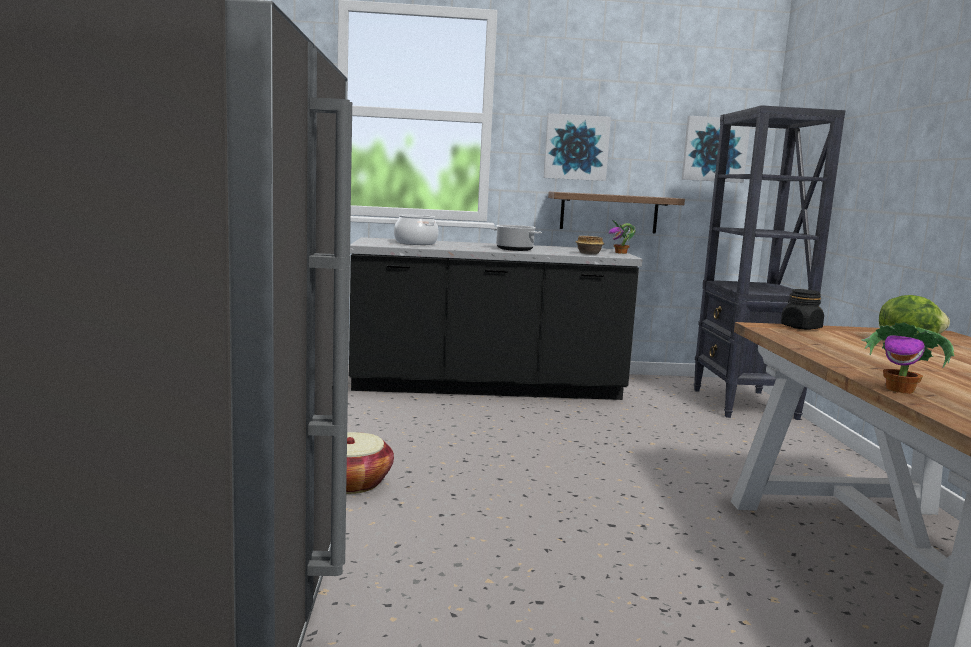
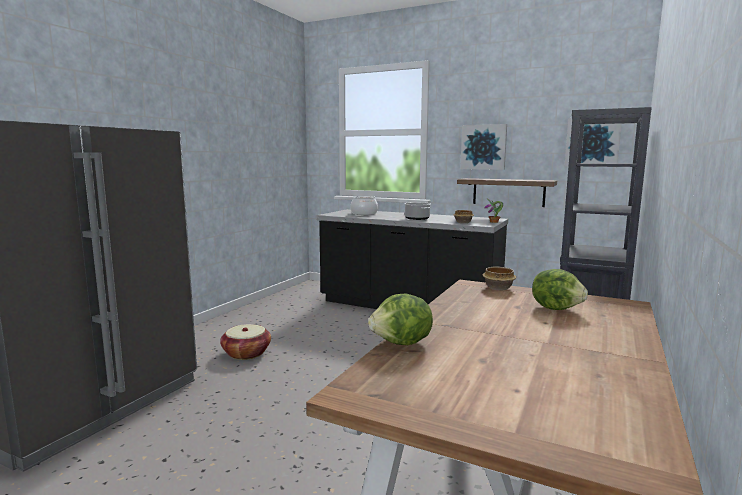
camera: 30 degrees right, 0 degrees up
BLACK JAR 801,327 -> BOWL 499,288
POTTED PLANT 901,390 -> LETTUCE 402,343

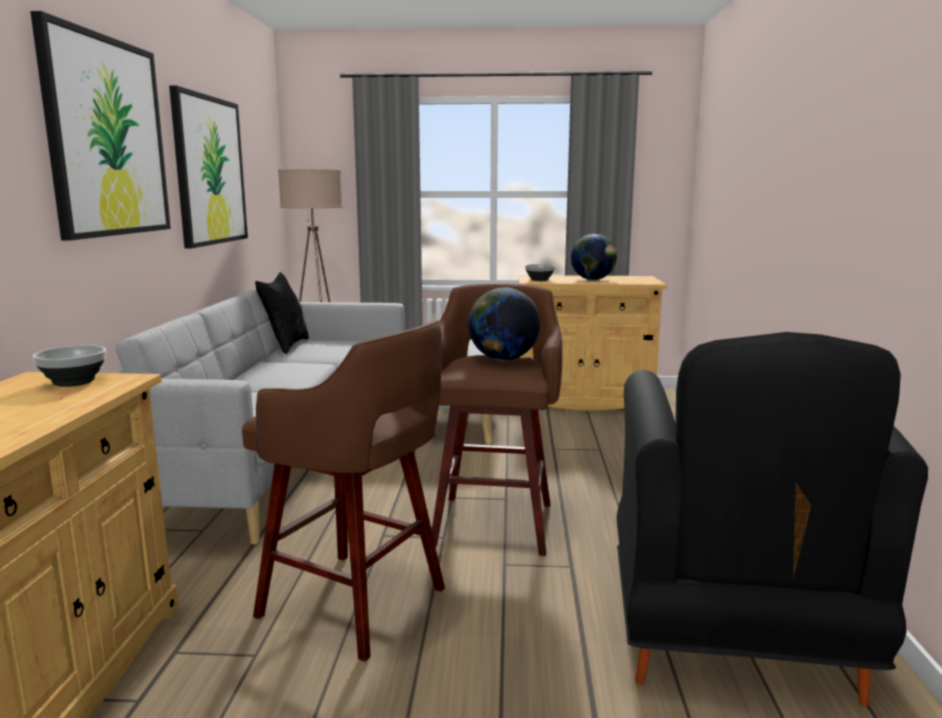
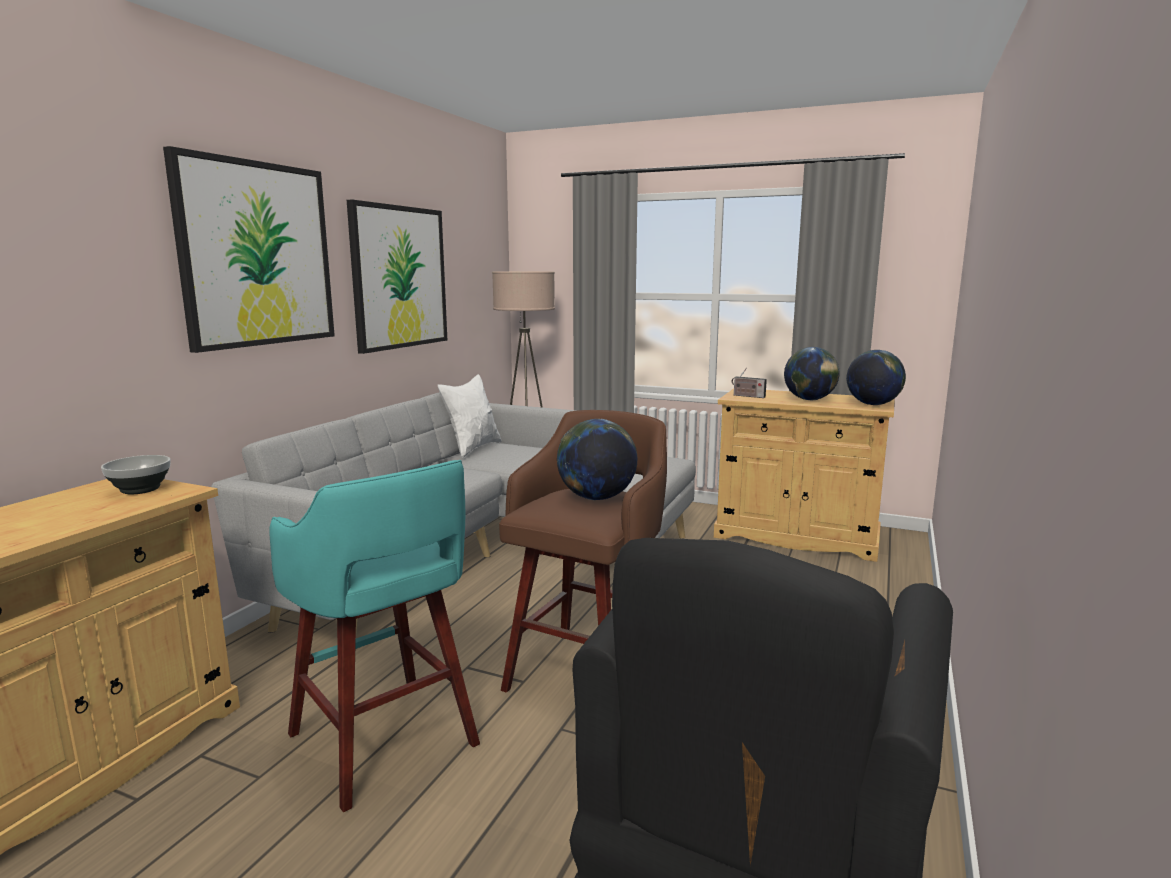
camera: 20 degrees right, 0 degrees up
none -> GLOBE 873,404
BOWL 540,280 -> RADIO 747,396
BROWN STOOL 357,604 -> TURQUOISE STOOL 385,743
BLACK PILLOW 285,346 -> WHITE PILLOW 472,448

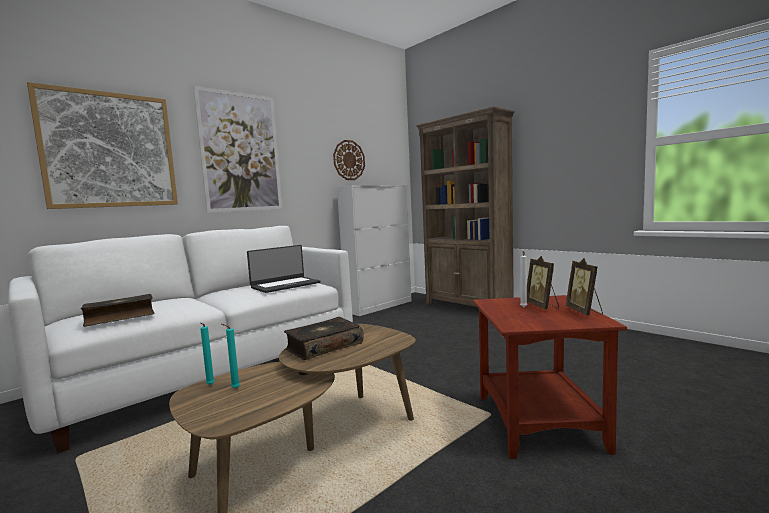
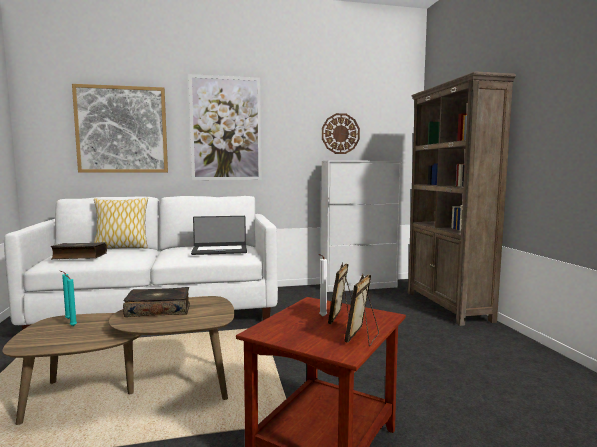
camera: 30 degrees right, 0 degrees up
none -> PILLOW 121,248

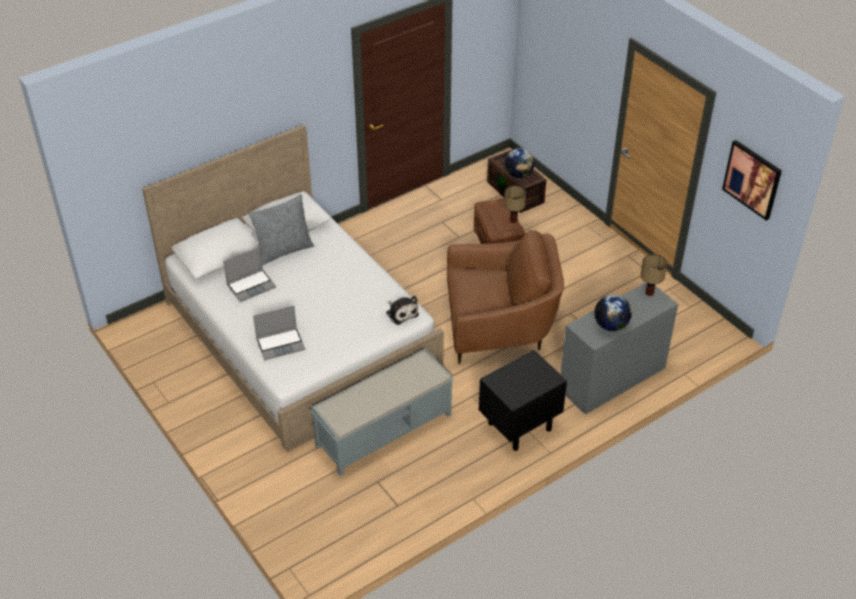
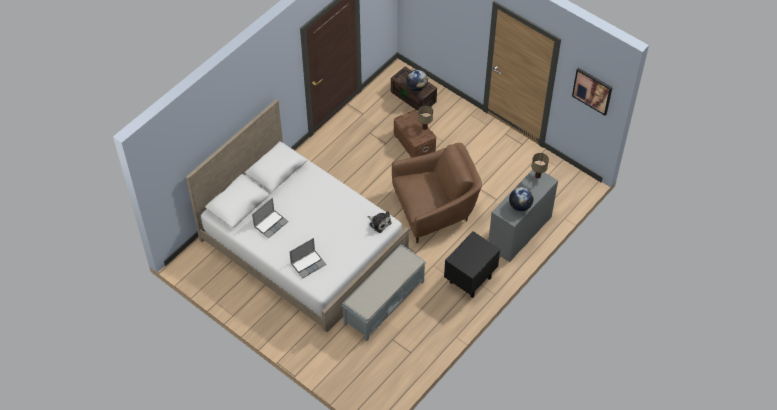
camera: 15 degrees left, 10 degrees up
GREY PILLOW 283,250 -> none

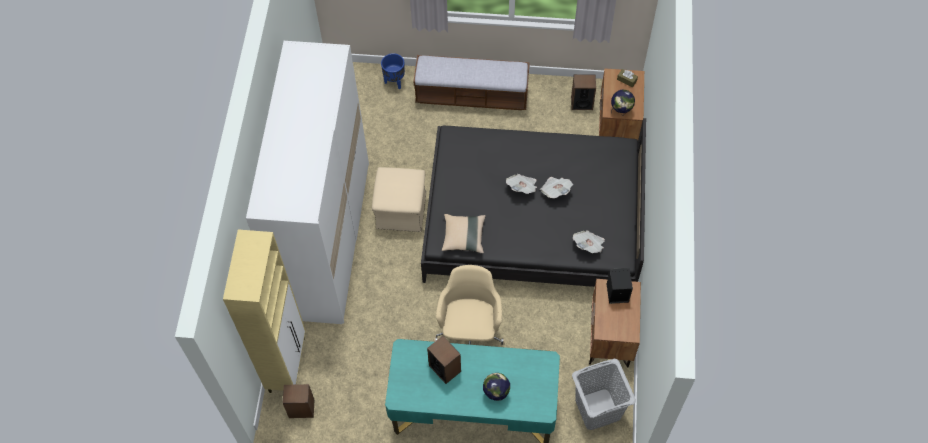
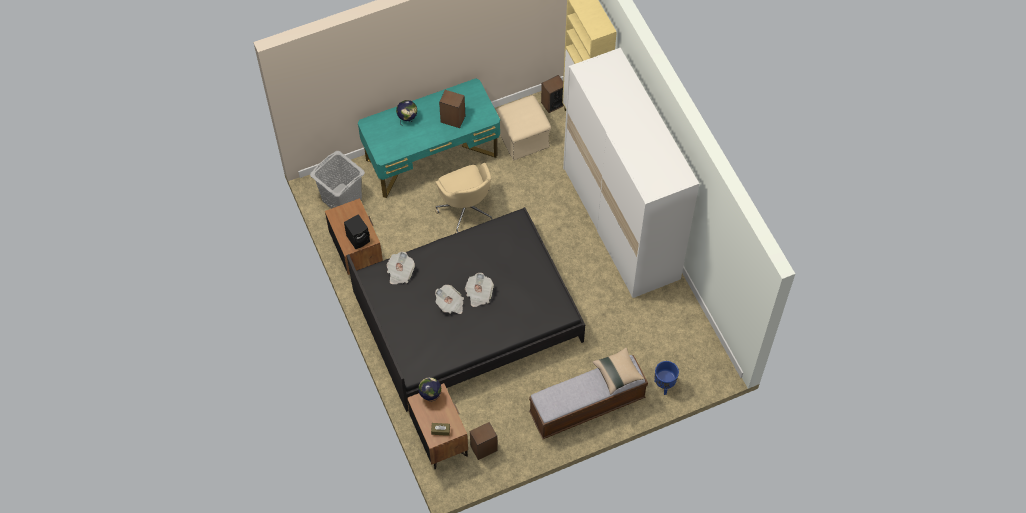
camera: 150 degrees right, 0 degrees up
BEIGE OTTOMAN 401,211 -> BEIGE OTTOMAN 523,138, relocated
BEIGE PILLOW 463,237 -> BEIGE PILLOW 617,374, relocated

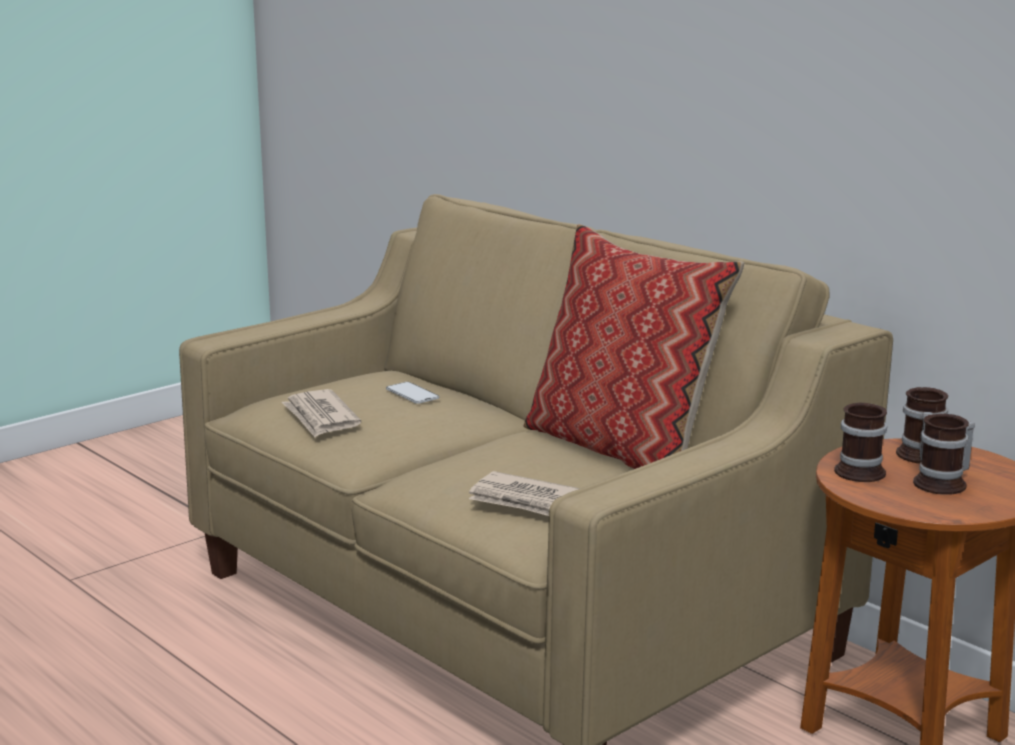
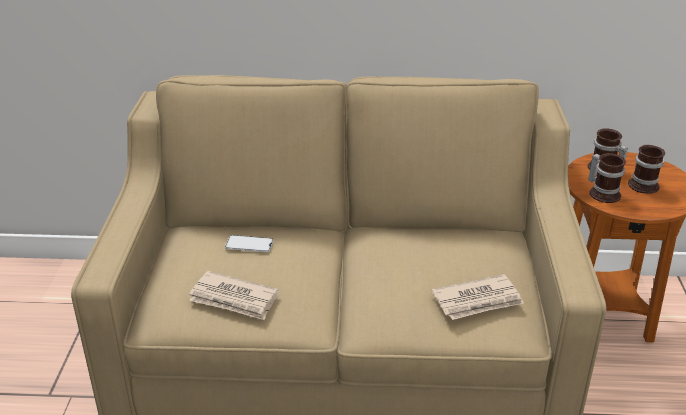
camera: 45 degrees left, 15 degrees up
PILLOW 623,449 -> none

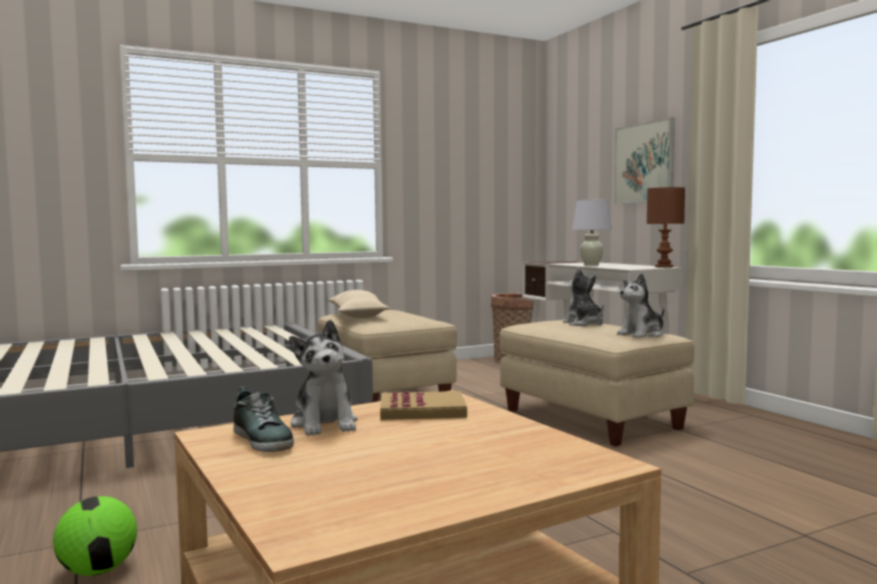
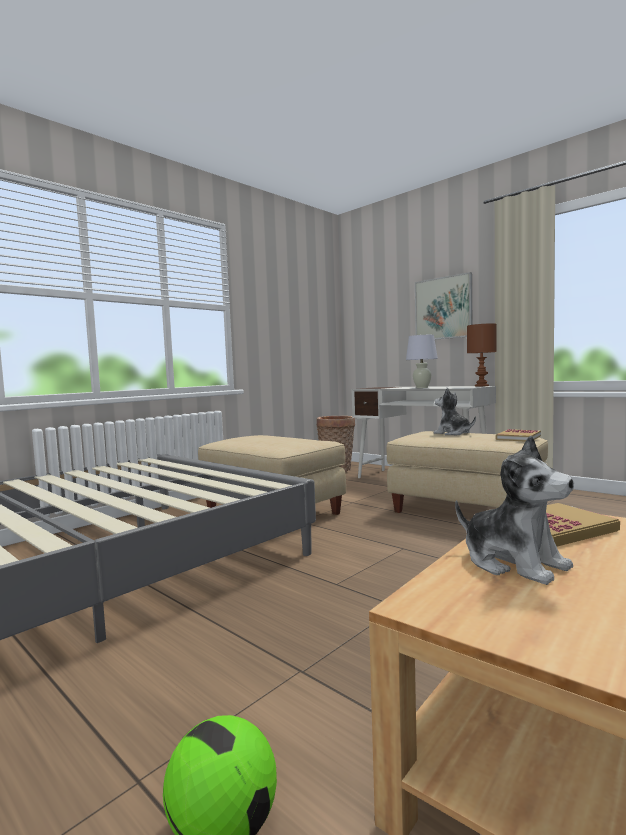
camera: 20 degrees left, 0 degrees up
SHOE 263,439 -> none
BEIGE PILLOW 356,315 -> none
PLUSH TOY 642,334 -> BOOK 518,437

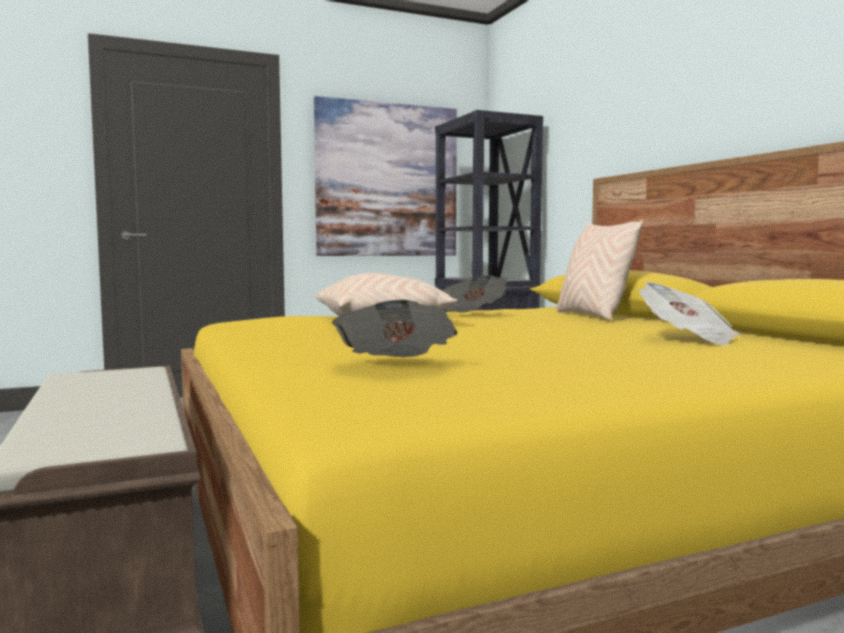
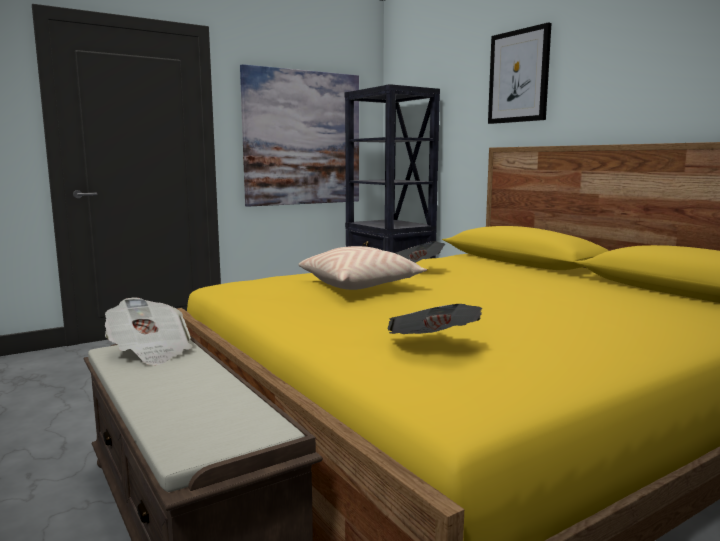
camera: 10 degrees left, 5 degrees up
BEIGE PILLOW 593,316 -> none
none -> PICTURE 519,76
NEWSPAPER 688,339 -> NEWSPAPER 150,352, relocated

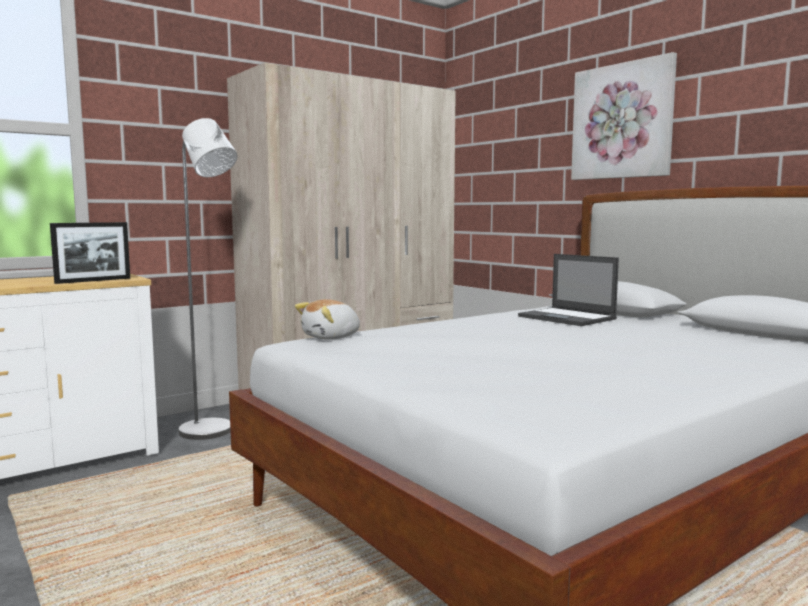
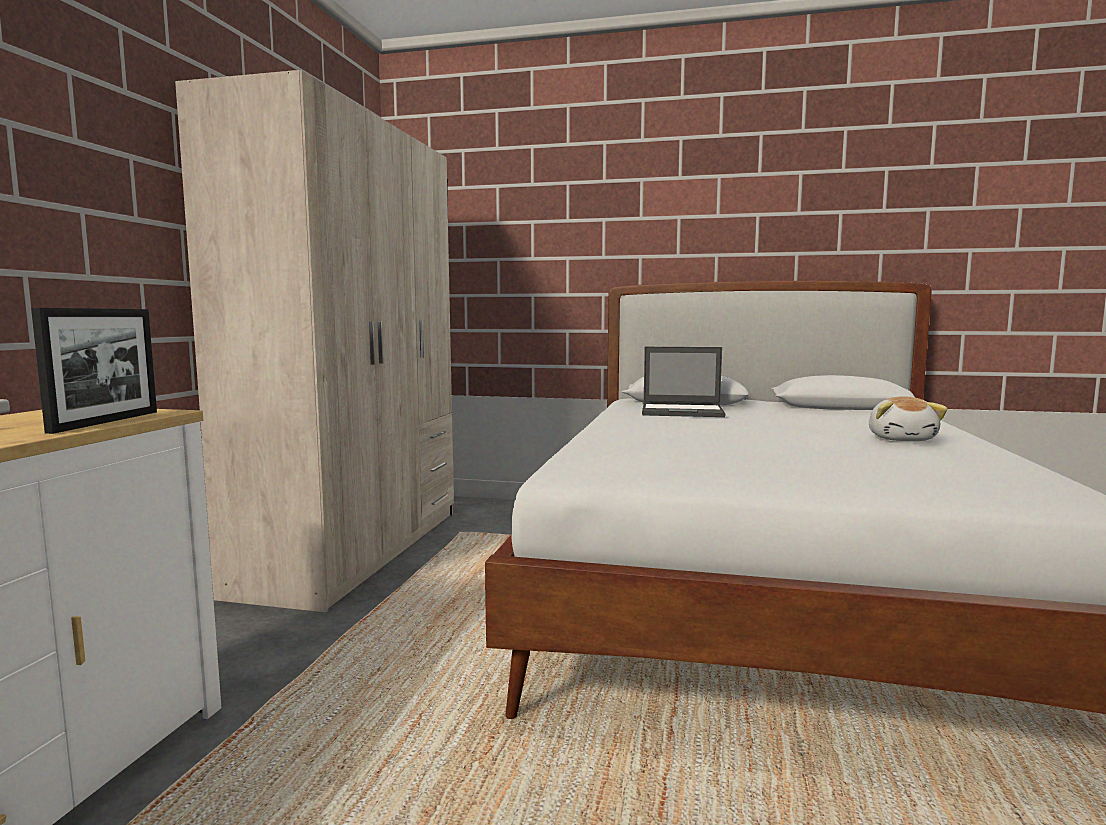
camera: 40 degrees left, 0 degrees up
GREY FLOOR LAMP 212,432 -> none
PICTURE 622,121 -> none
PLUSH TOY 332,337 -> PLUSH TOY 902,439, relocated

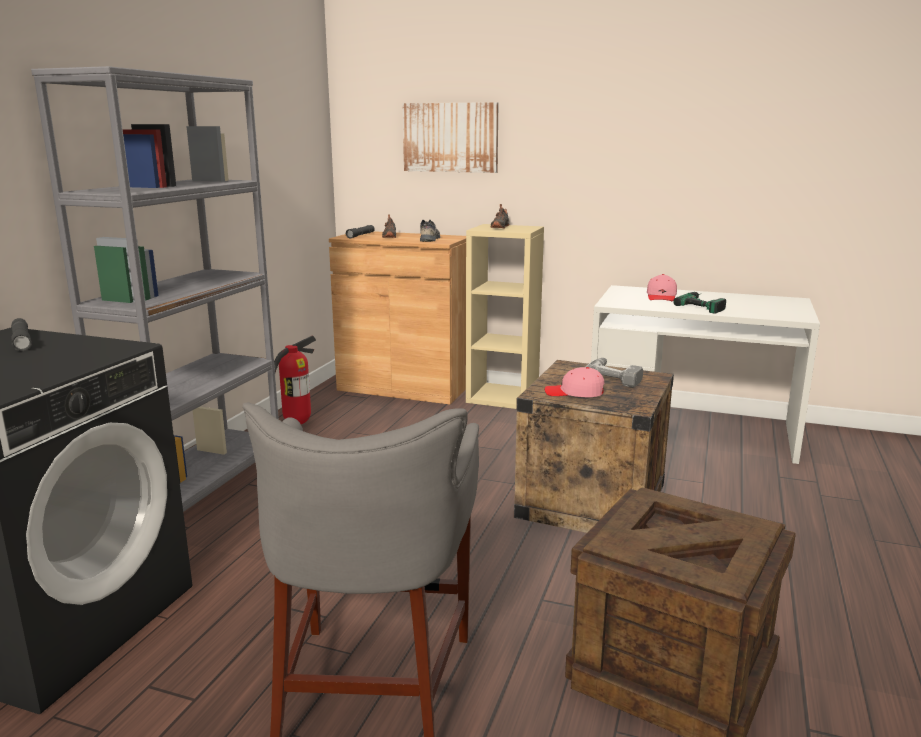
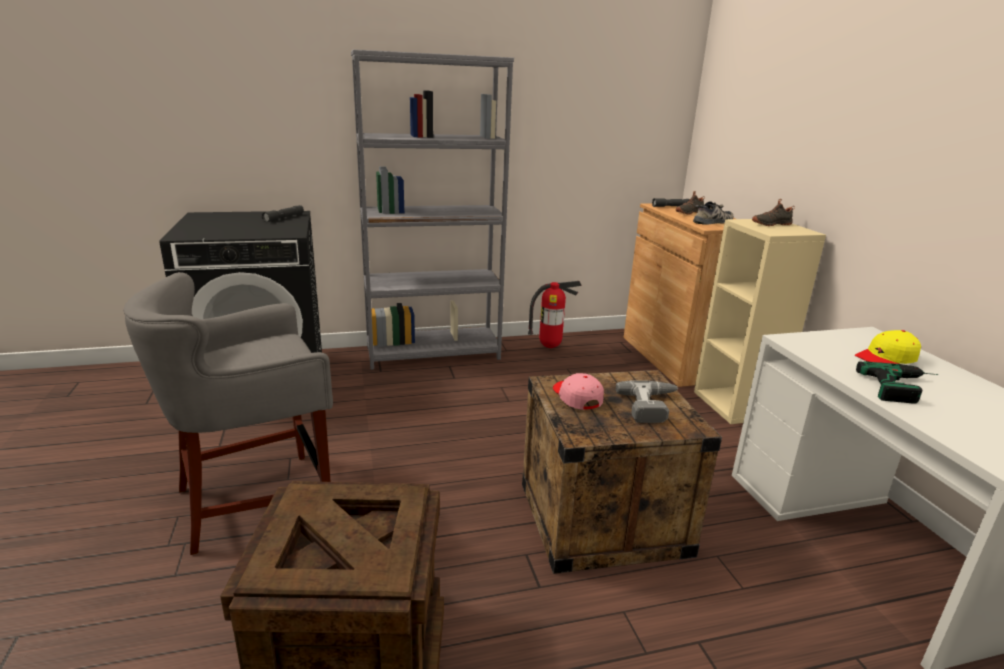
camera: 55 degrees right, 5 degrees up
PICTURE 450,137 -> none
PINK CAP 661,296 -> YELLOW CAP 886,358

